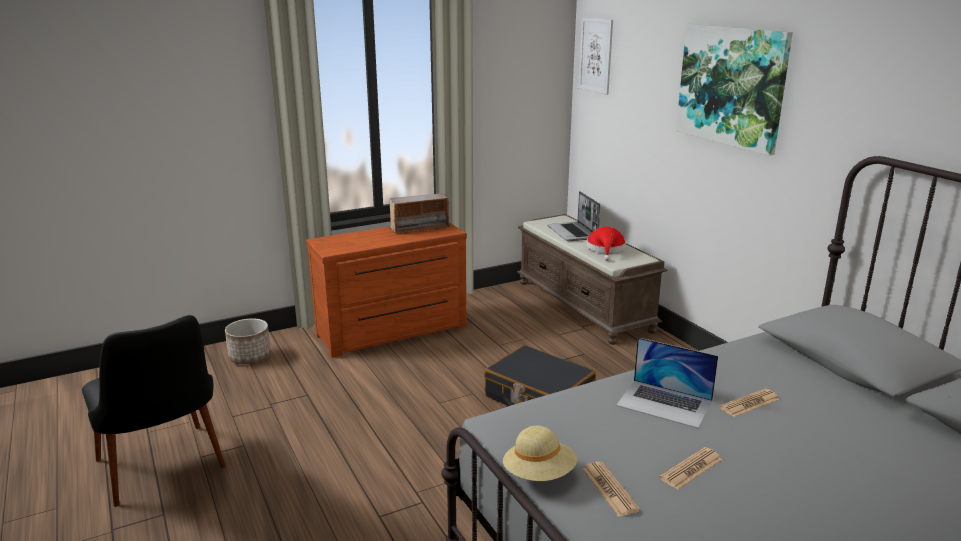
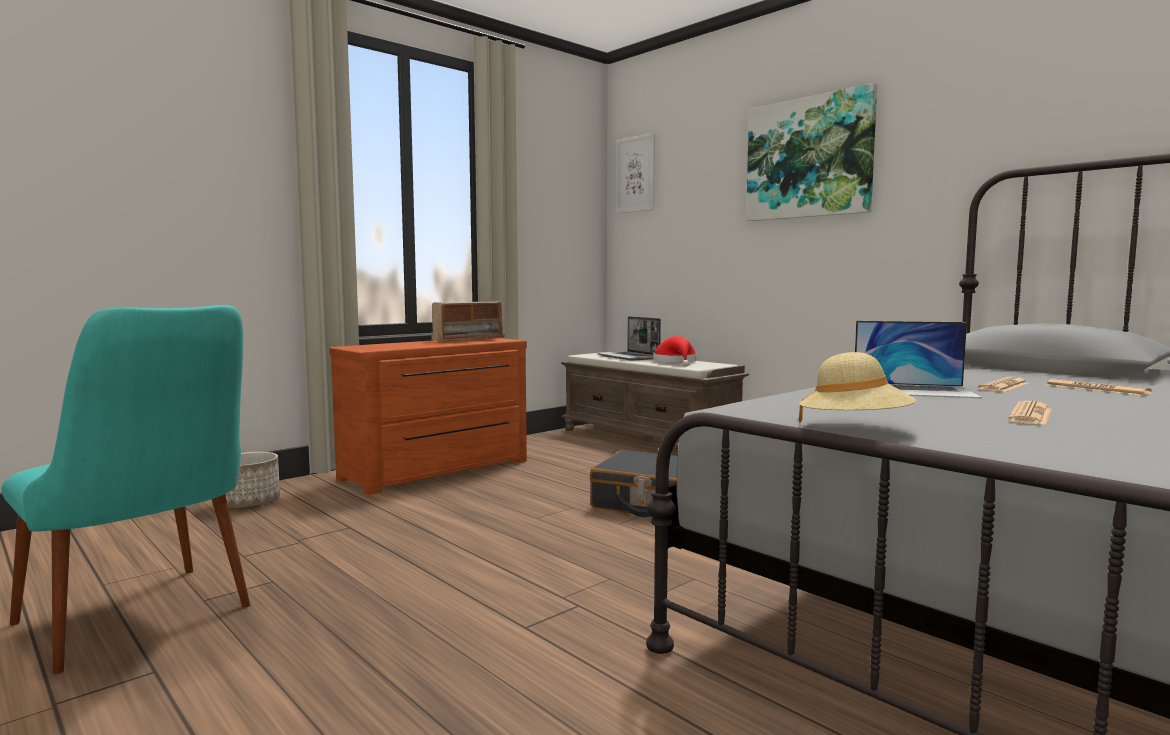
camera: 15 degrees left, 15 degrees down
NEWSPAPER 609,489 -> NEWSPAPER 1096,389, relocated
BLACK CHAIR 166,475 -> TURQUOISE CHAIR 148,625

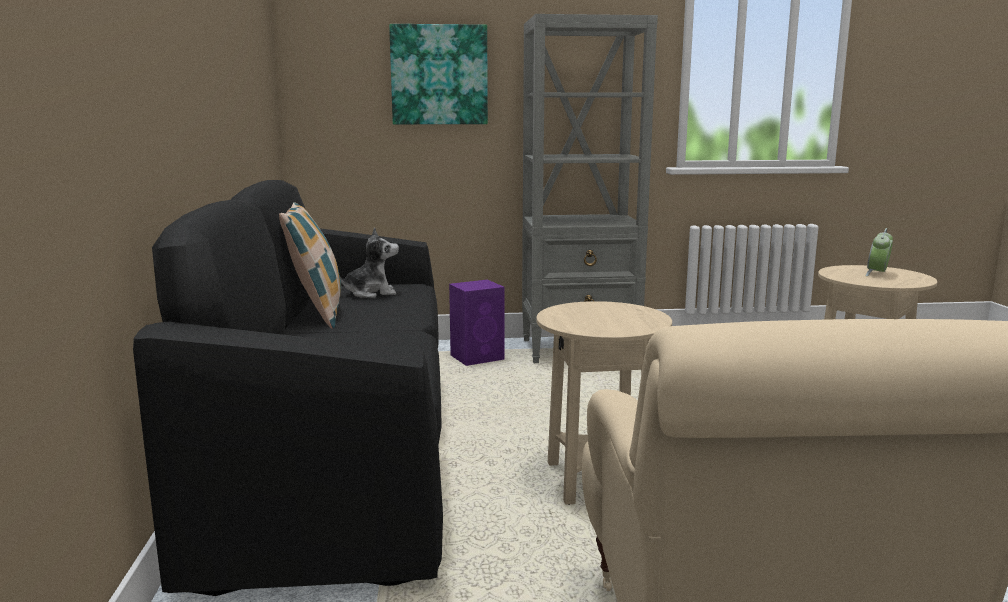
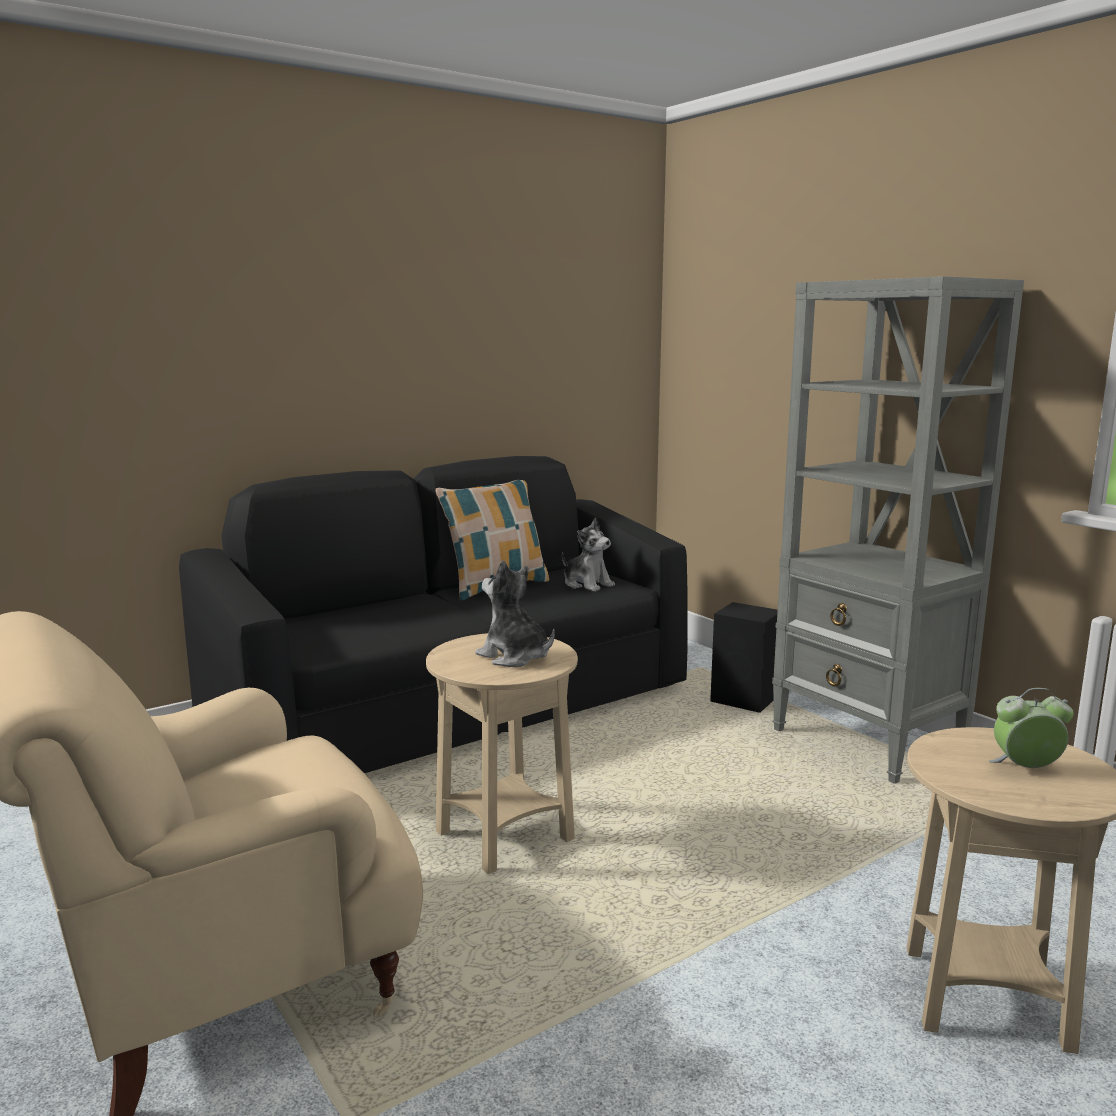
camera: 60 degrees right, 0 degrees up
PICTURE 439,75 -> none
none -> PLUSH TOY 514,657
PURPLE SPEAKER 478,357 -> BLACK SPEAKER 745,700

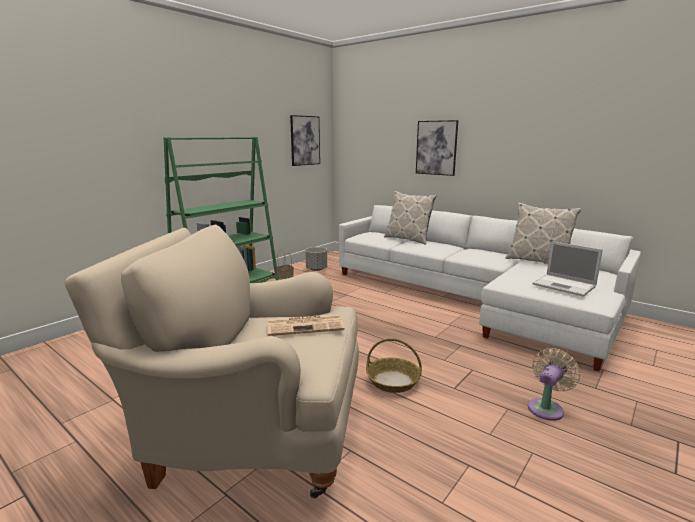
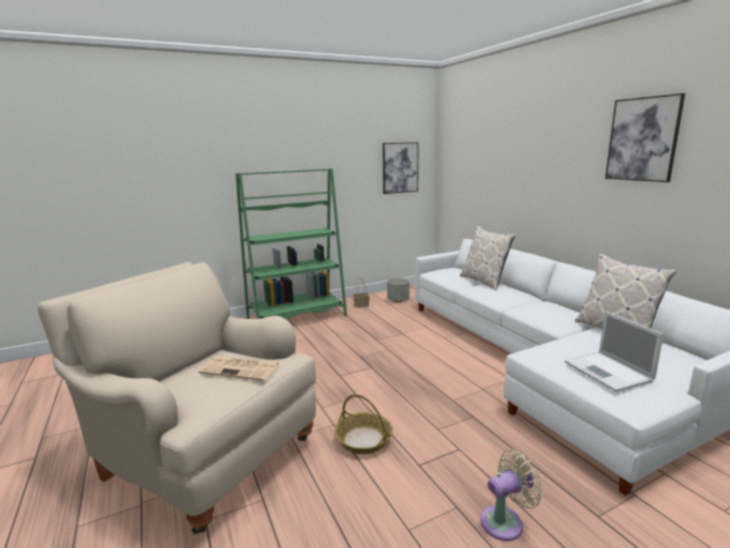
camera: 25 degrees right, 0 degrees up
PICTURE 436,148 -> PICTURE 642,139, relocated

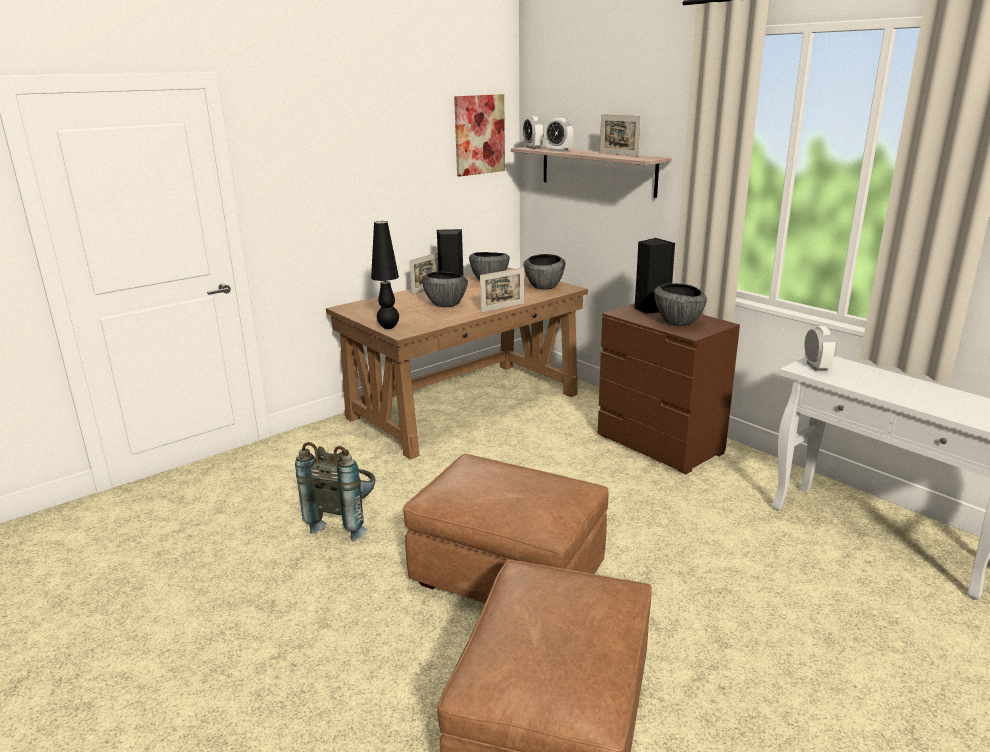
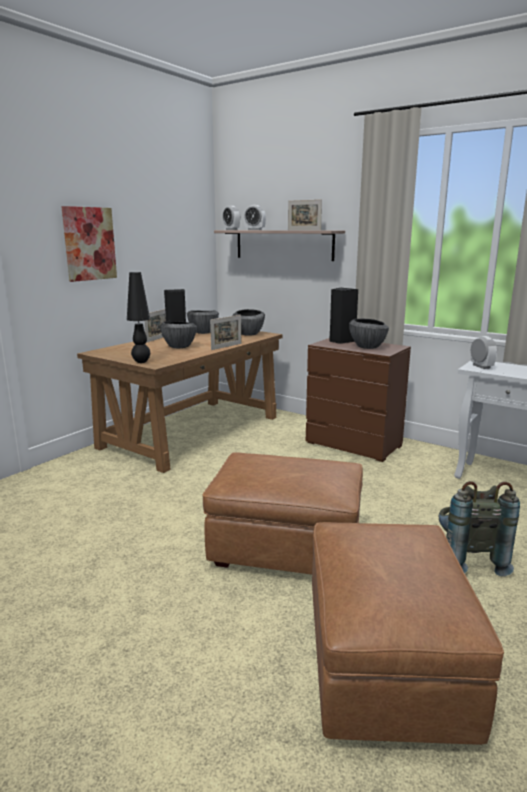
camera: 15 degrees left, 5 degrees down
GREY BACKPACK 345,521 -> GREY BACKPACK 467,559, relocated
PICTURE 479,135 -> PICTURE 89,244, relocated

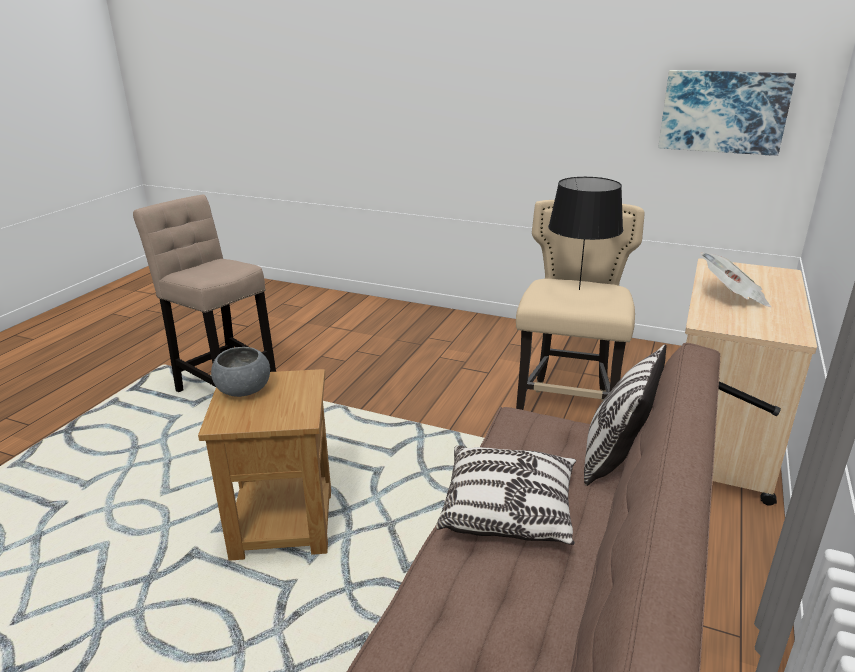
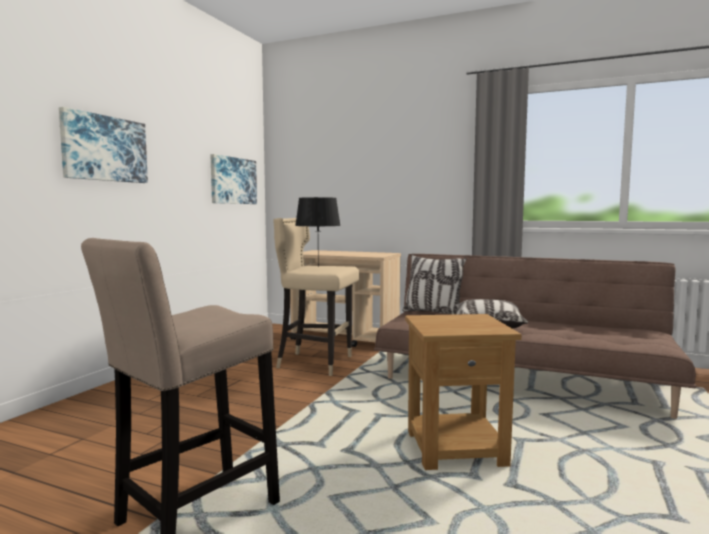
camera: 90 degrees left, 20 degrees down
GREY BOWL 243,390 -> none
NEWSPAPER 732,297 -> none
none -> PICTURE 104,148

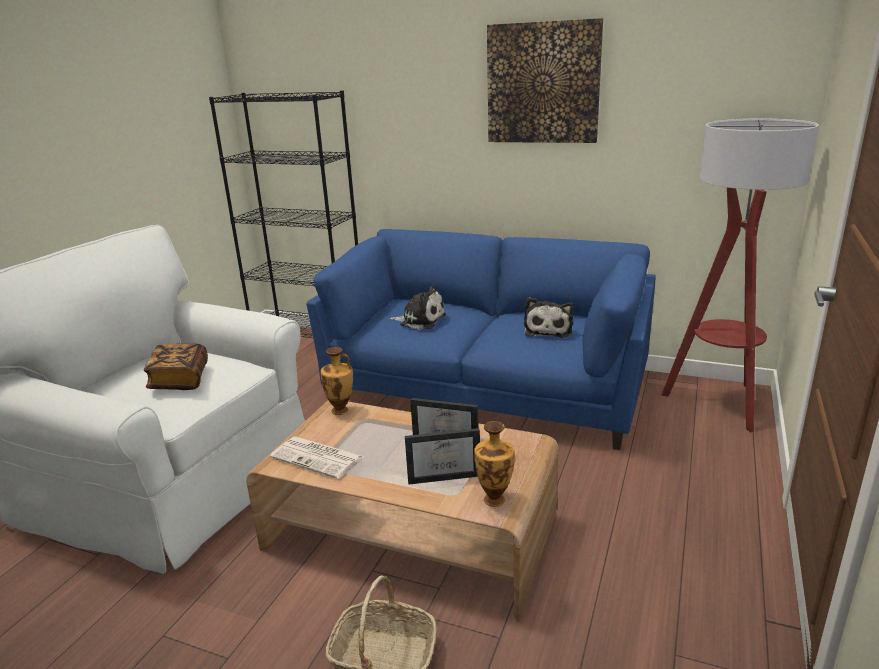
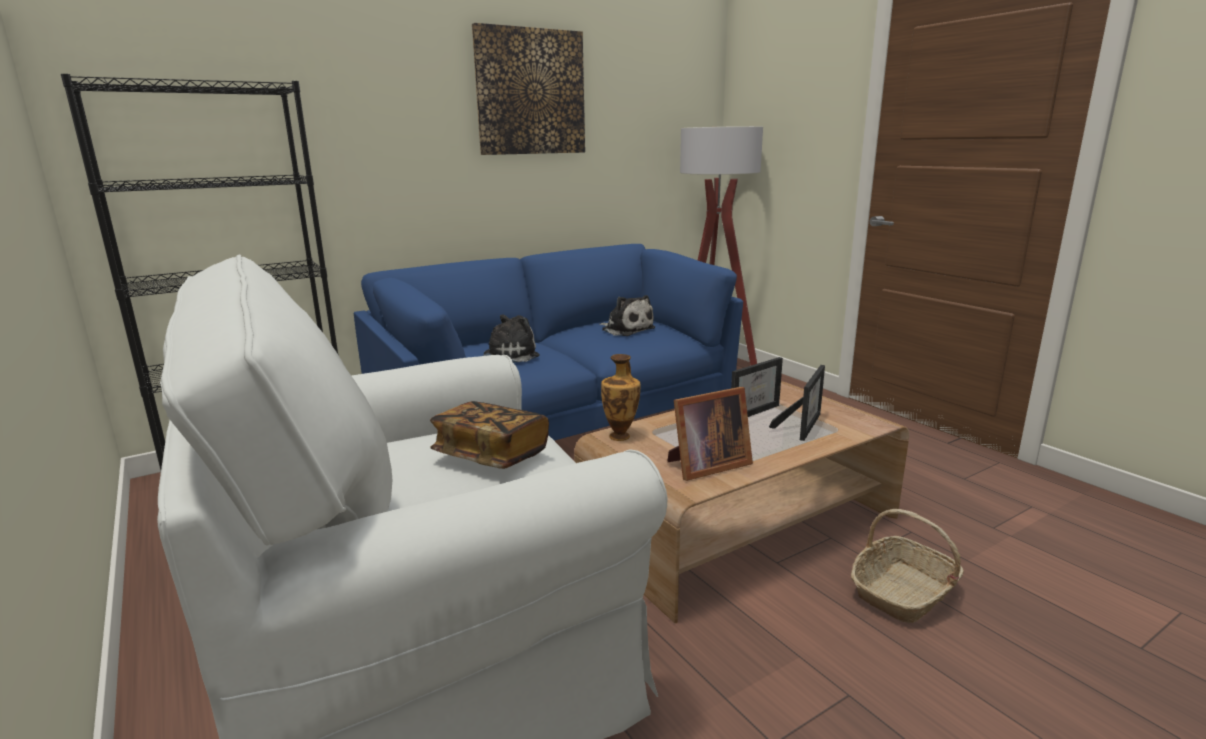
camera: 55 degrees left, 5 degrees down
VASE 494,499 -> none
NEWSPAPER 318,458 -> PICTURE FRAME 705,466

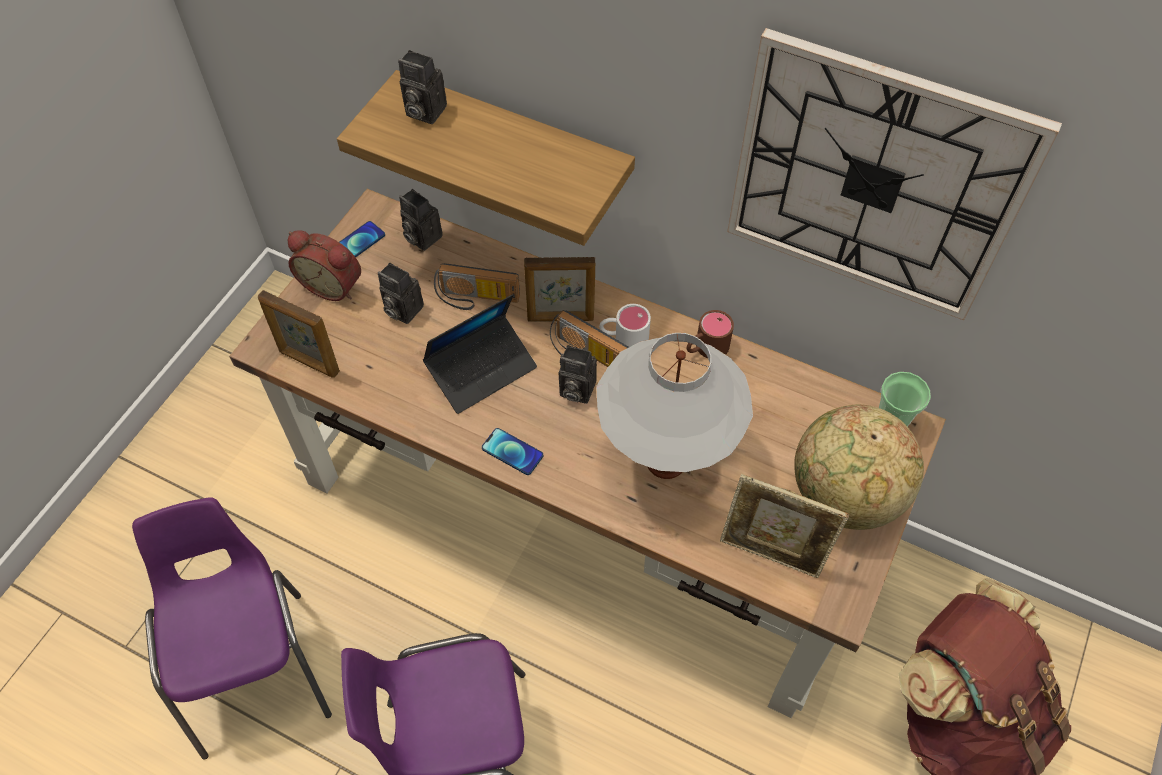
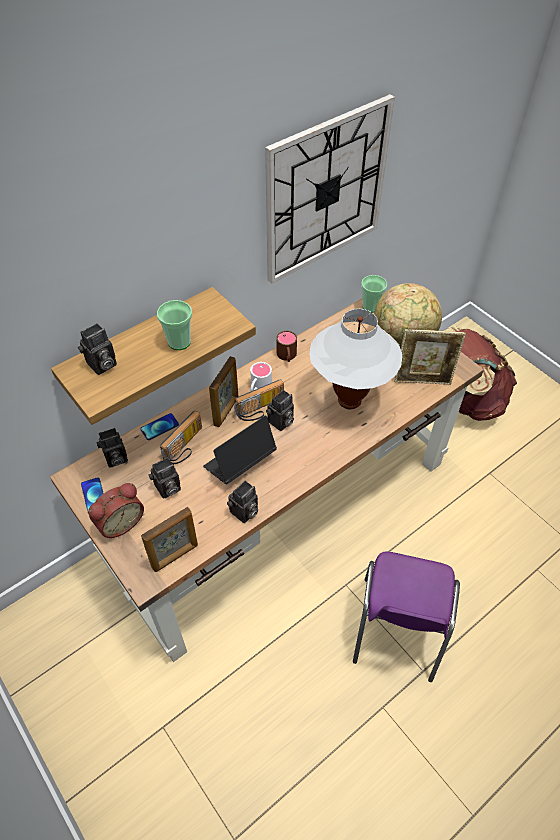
camera: 65 degrees left, 5 degrees down
PURPLE CHAIR 256,667 -> none
none -> CUP 179,342
none -> PHOTO CAMERA 244,513
PHONE 512,452 -> PHONE 159,427, relocated
LAPTOP 481,369 -> LAPTOP 240,462, 120 degrees counterclockwise
PICTURE FRAME 771,554 -> PICTURE FRAME 422,380, 45 degrees clockwise

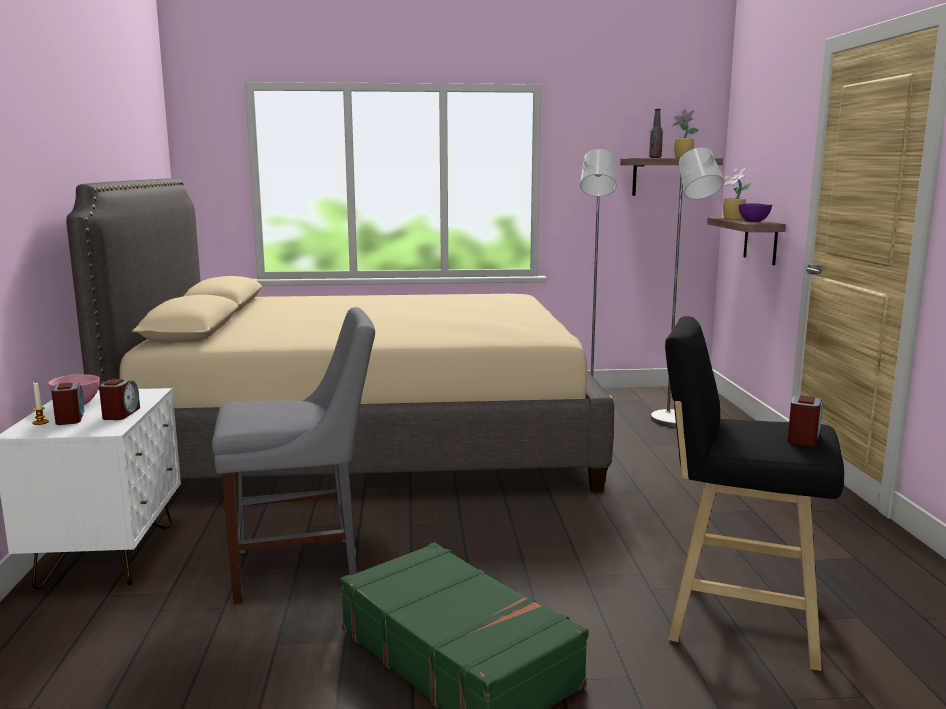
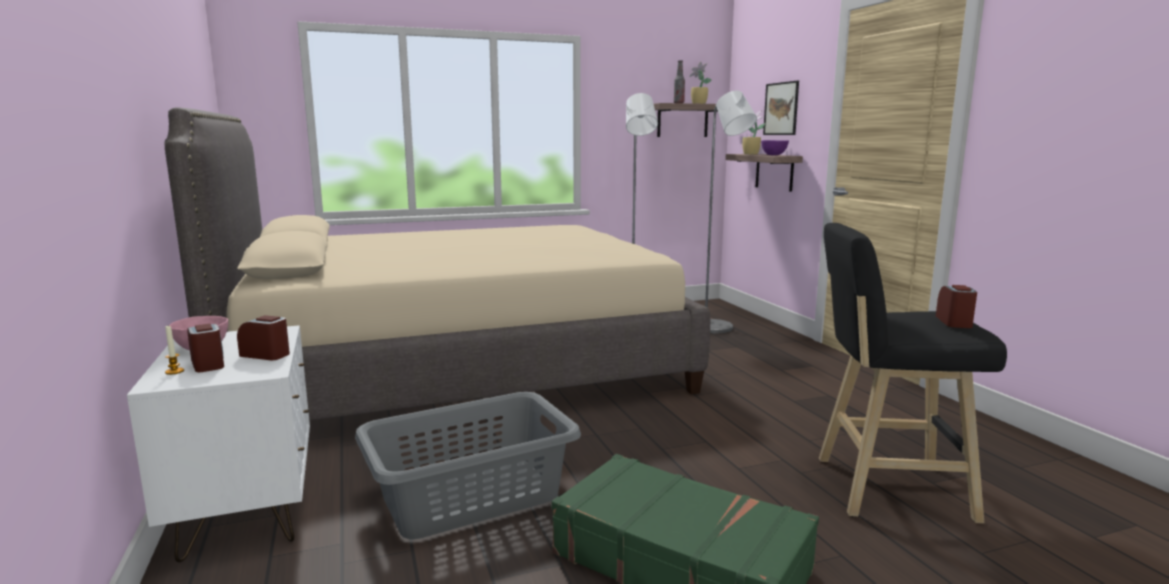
camera: 15 degrees left, 0 degrees up
none -> PICTURE 781,108
GREY CHAIR 304,568 -> GREY LAUNDRY BASKET 472,497
ALARM CLOCK 121,414 -> ALARM CLOCK 266,355, 60 degrees counterclockwise

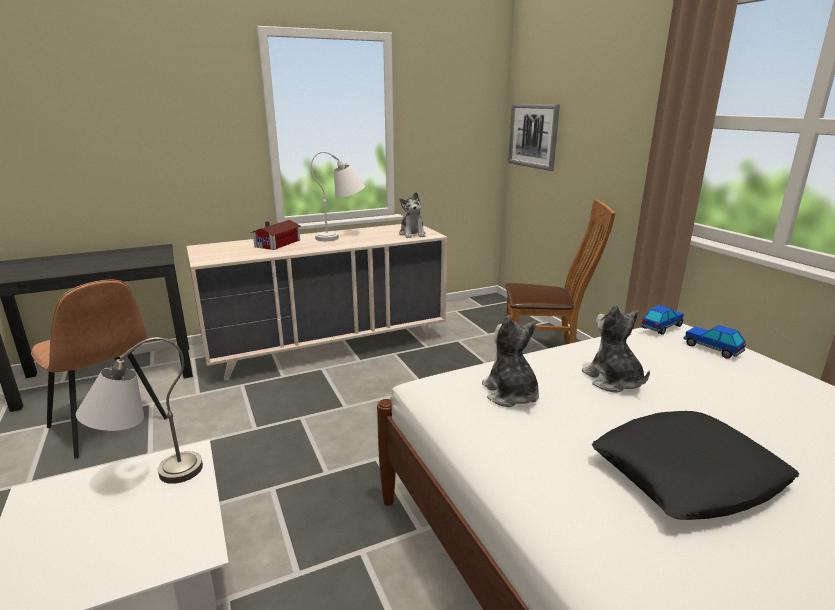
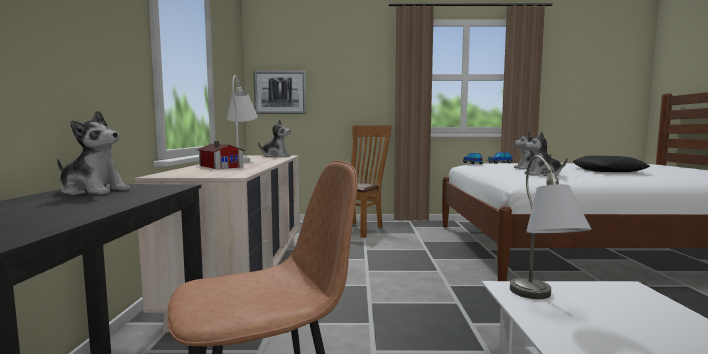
camera: 65 degrees left, 15 degrees down
none -> PLUSH TOY 93,191

